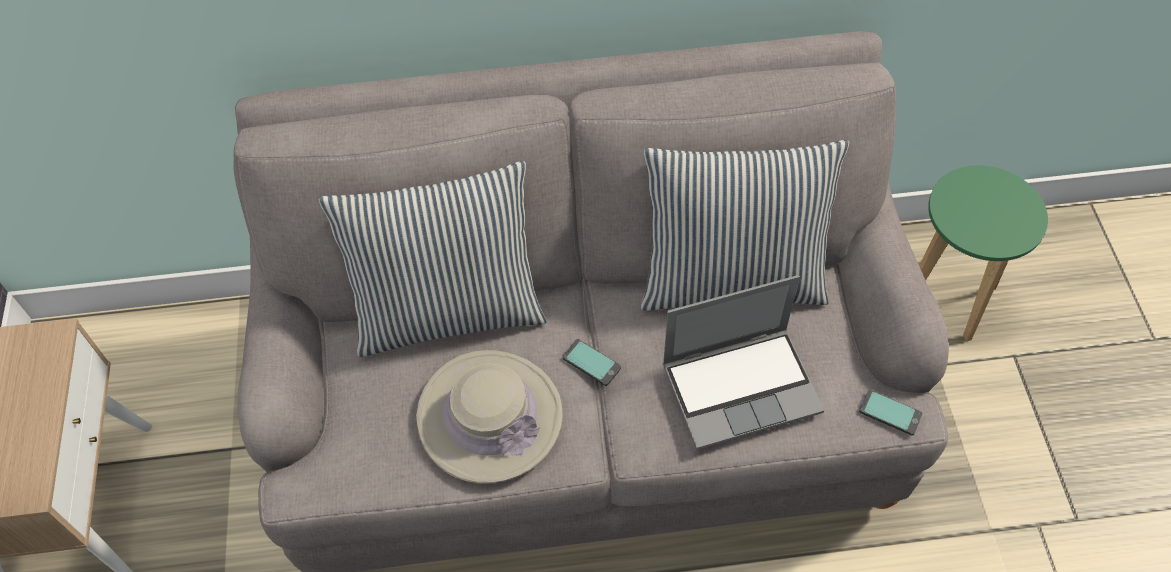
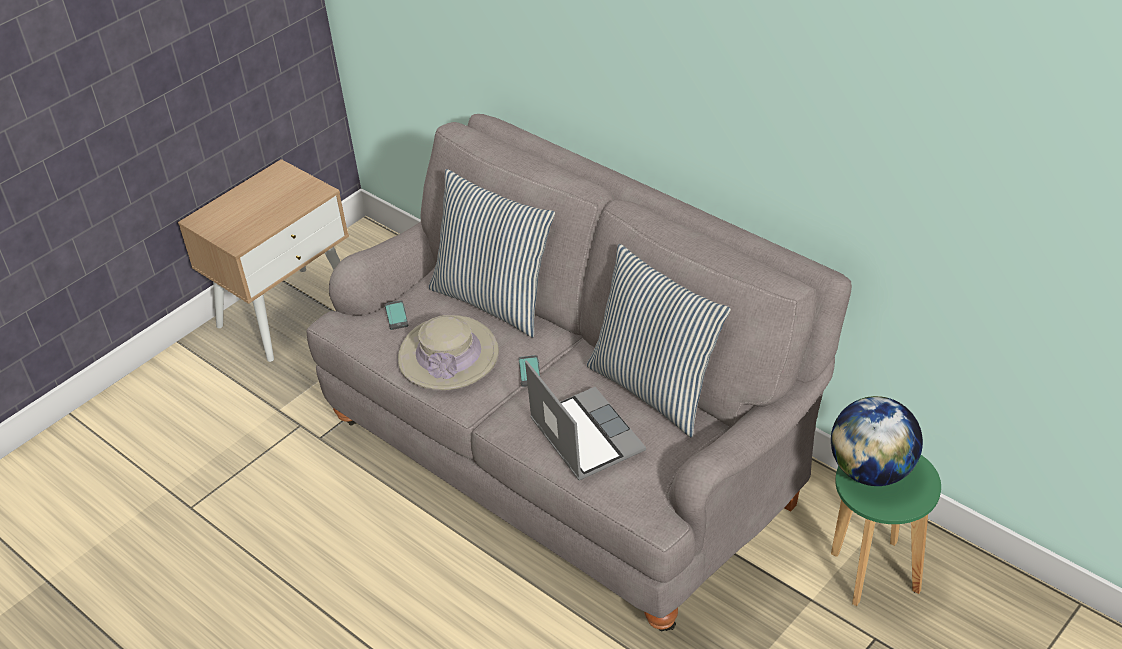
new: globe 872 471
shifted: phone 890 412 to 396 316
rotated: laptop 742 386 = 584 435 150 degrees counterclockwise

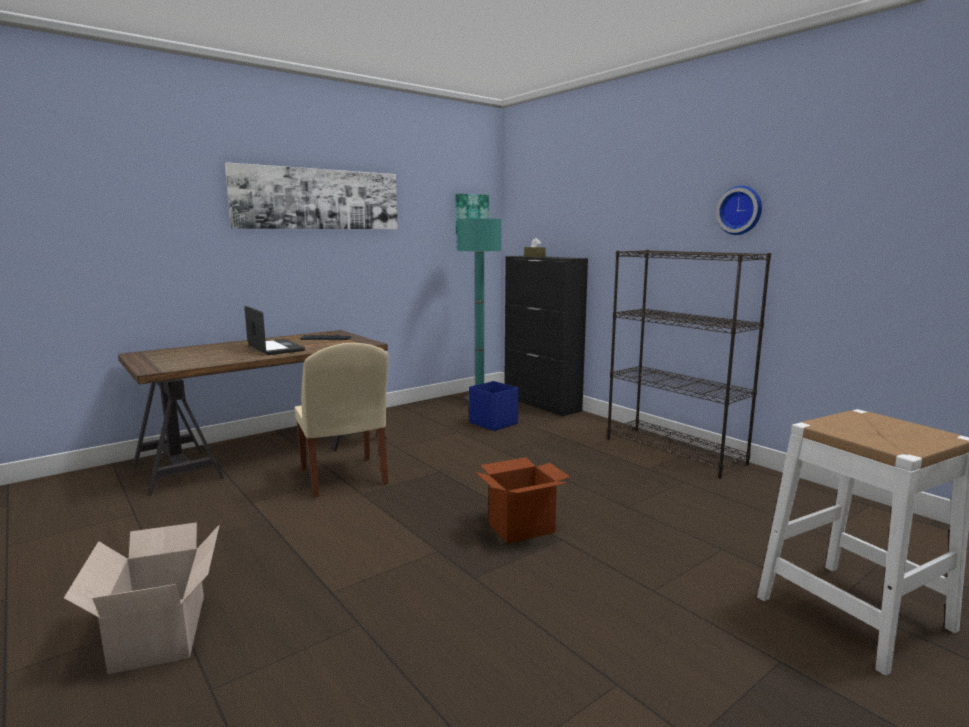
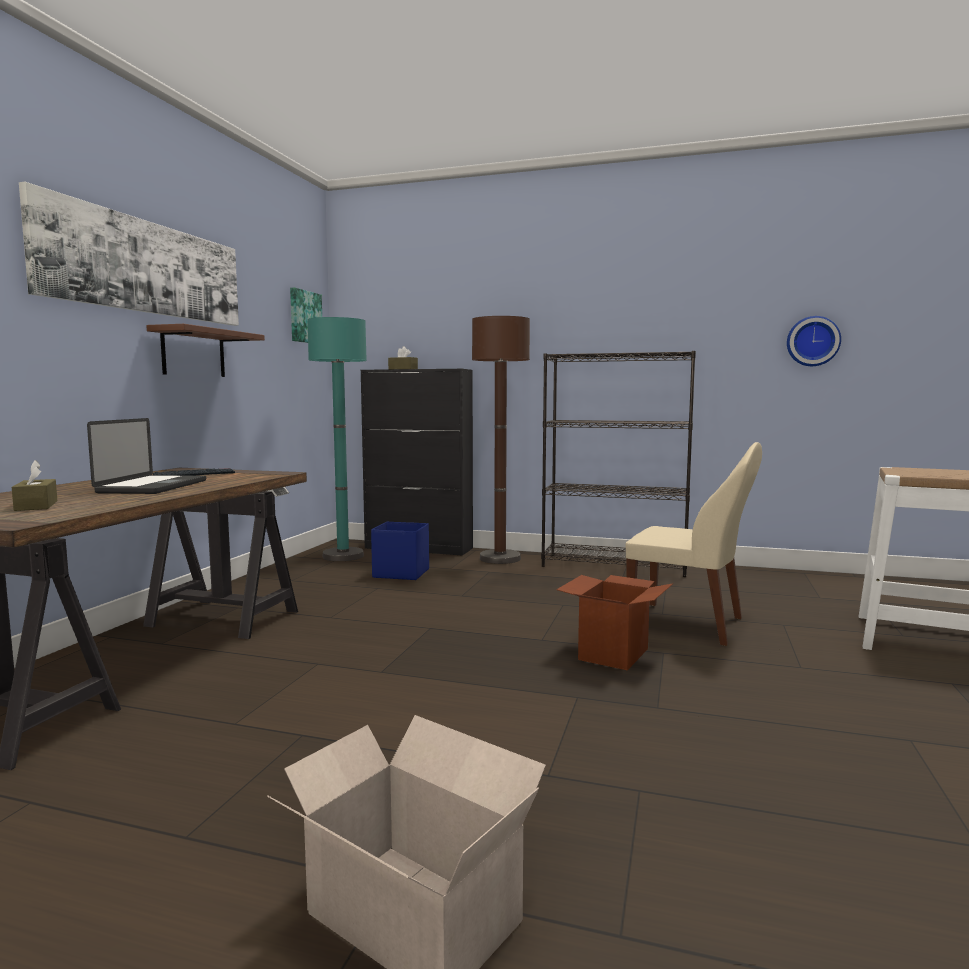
new: brown tissue box 36 506; brown shelf 193 353; brown floor lamp 500 558
shifted: beige chair 344 478 to 689 624; wall clock 740 210 to 812 341
rotated: laptop 275 348 = 153 486 75 degrees clockwise

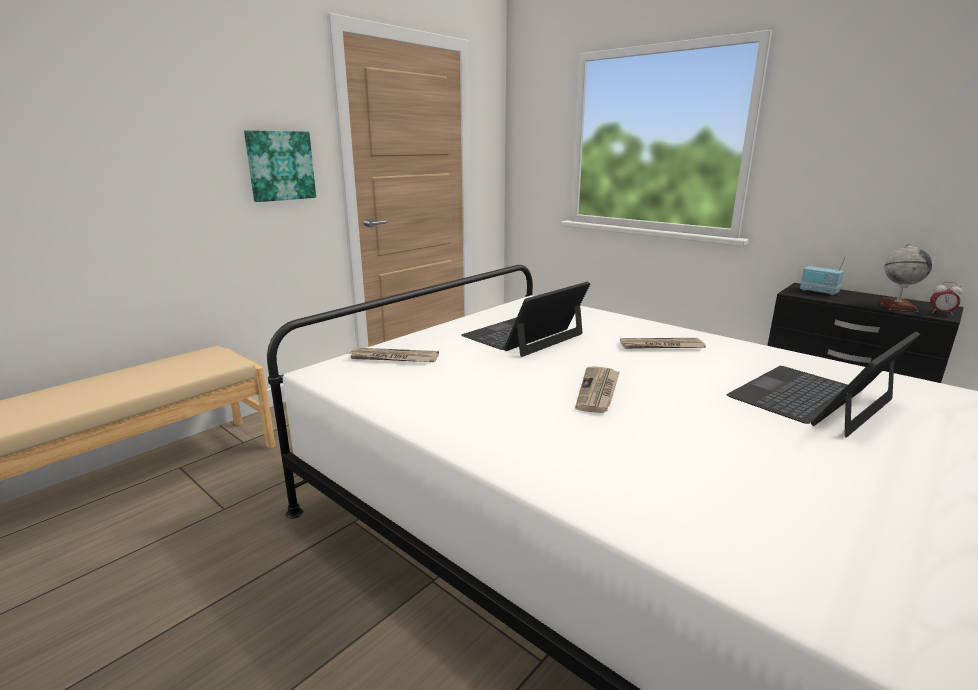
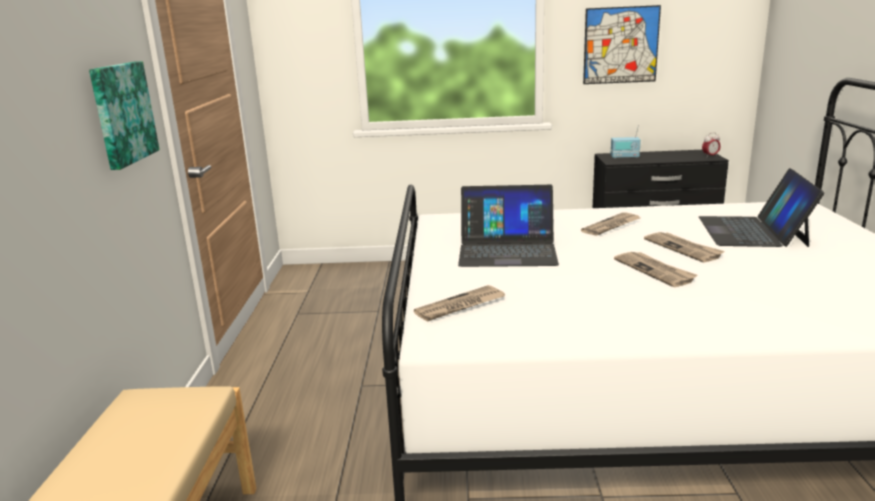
gone: globe 896 306
new: picture 621 45; newspaper 683 248
rotated: laptop 523 335 = 507 250 90 degrees counterclockwise

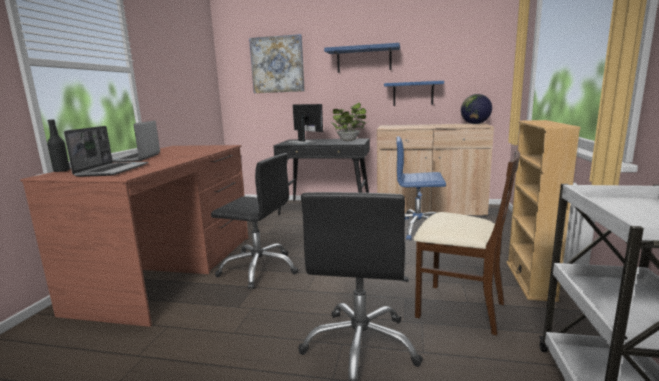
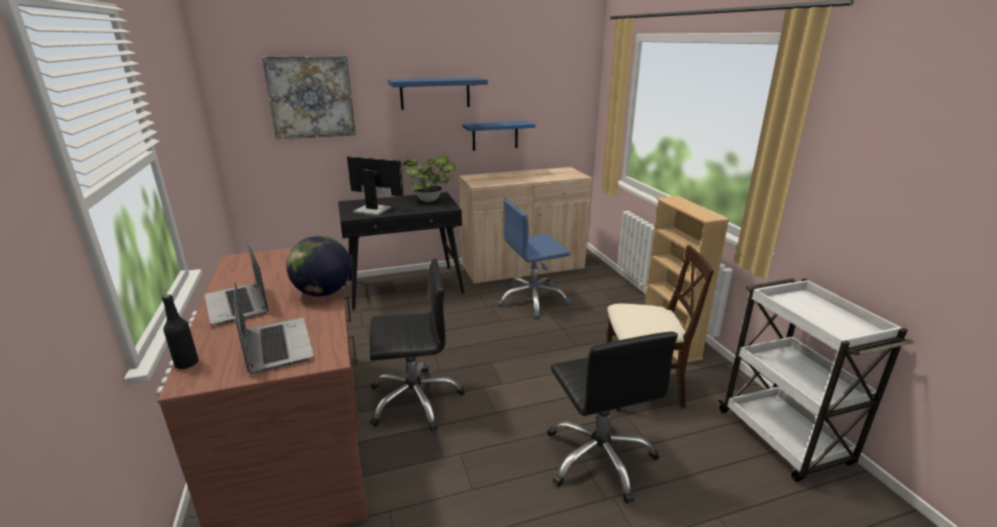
shifted: globe 475 124 to 323 292

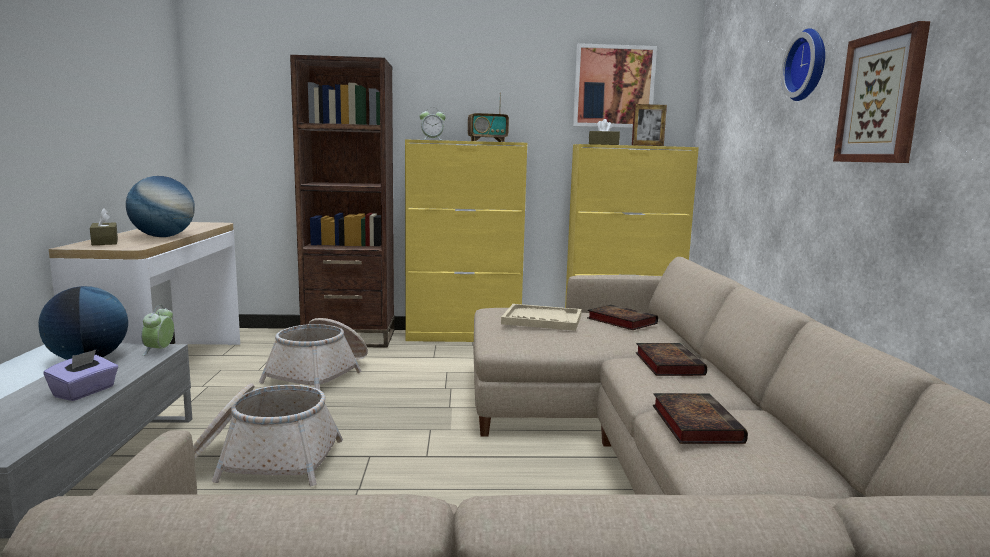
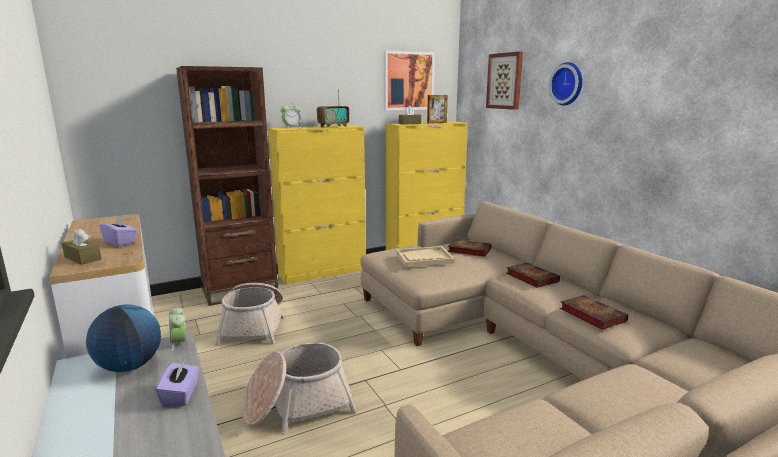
shifted: picture 882 98 to 505 81
swapped: globe 163 237 to purple tissue box 120 242

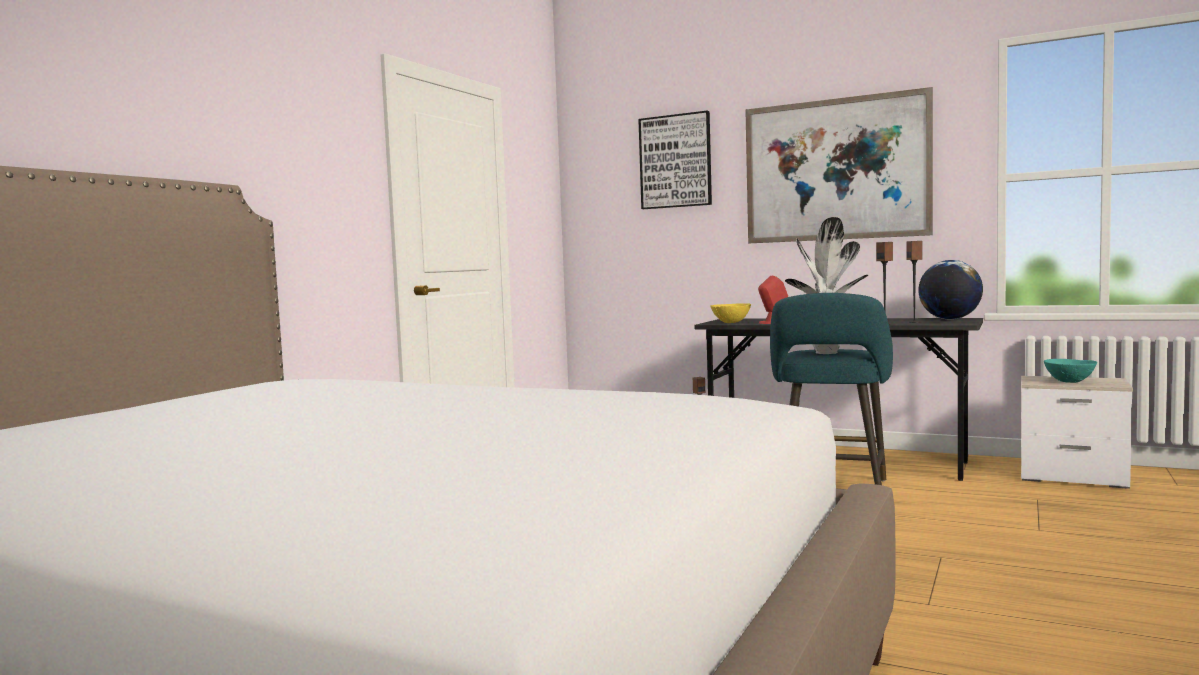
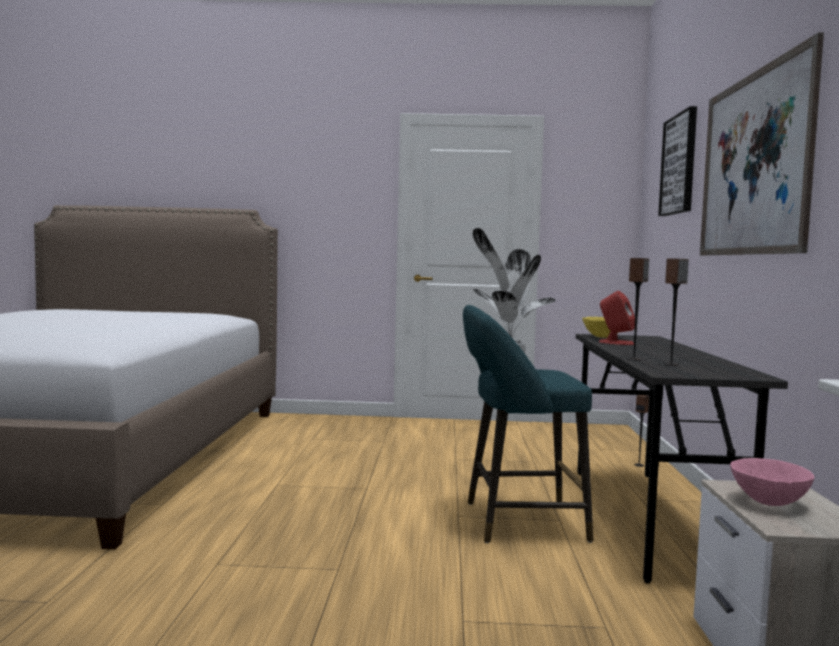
gone: globe 950 319
repainted: turquoise bowl 1069 382 to pink bowl 767 502

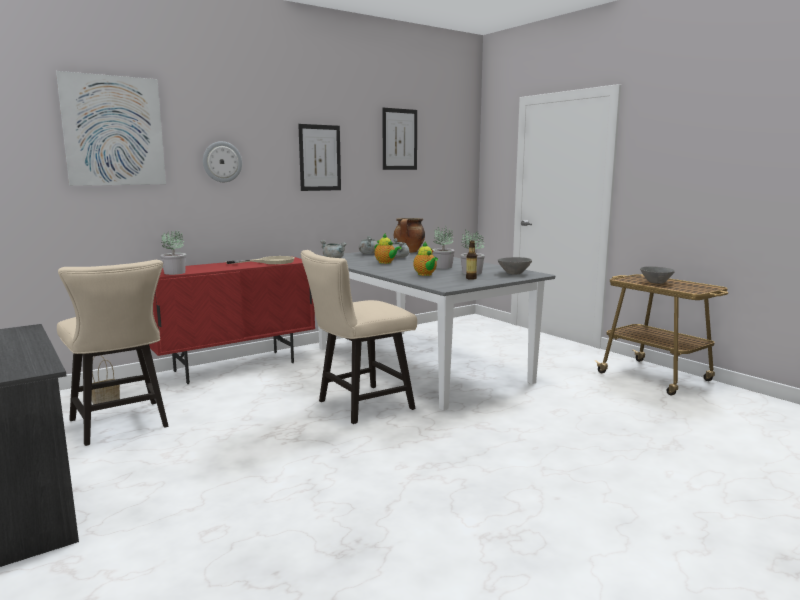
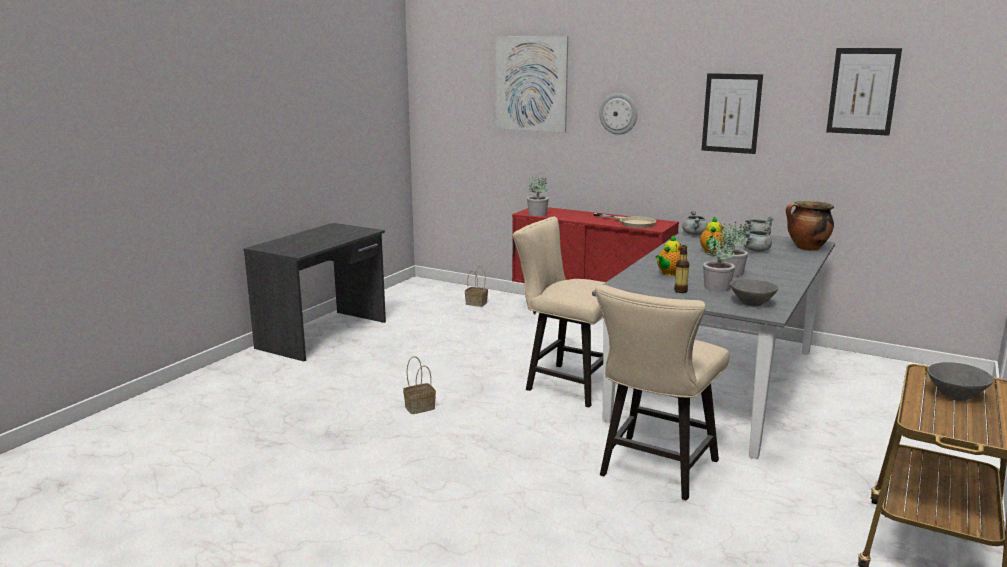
new: basket 419 408
shifted: beige chair 122 425 to 654 471

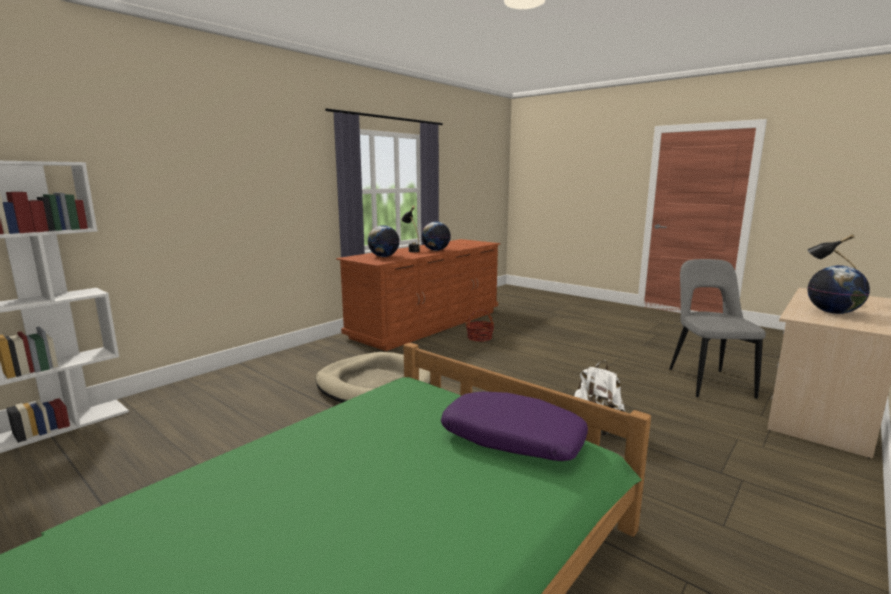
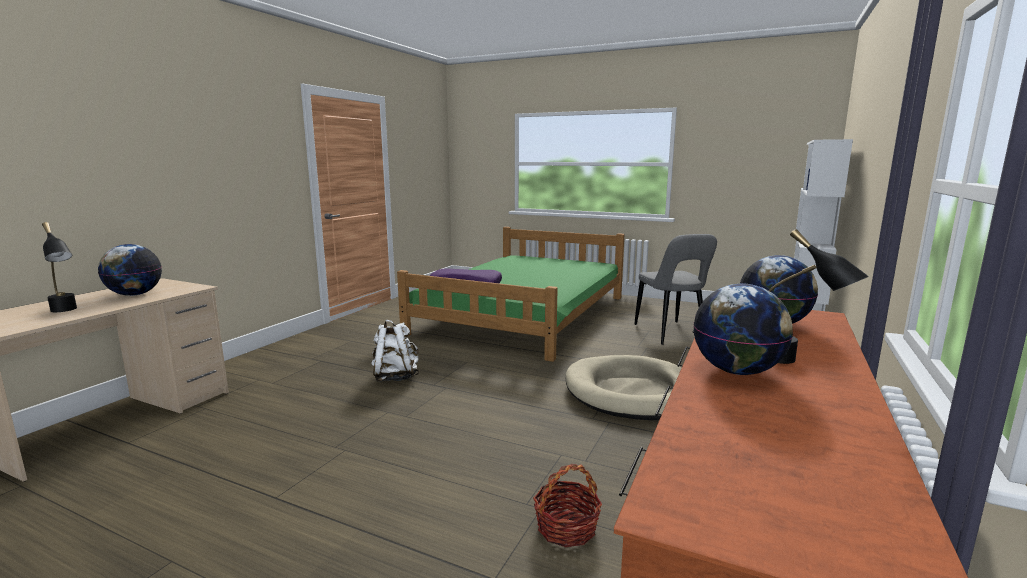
shifted: grey chair 707 382 to 671 334

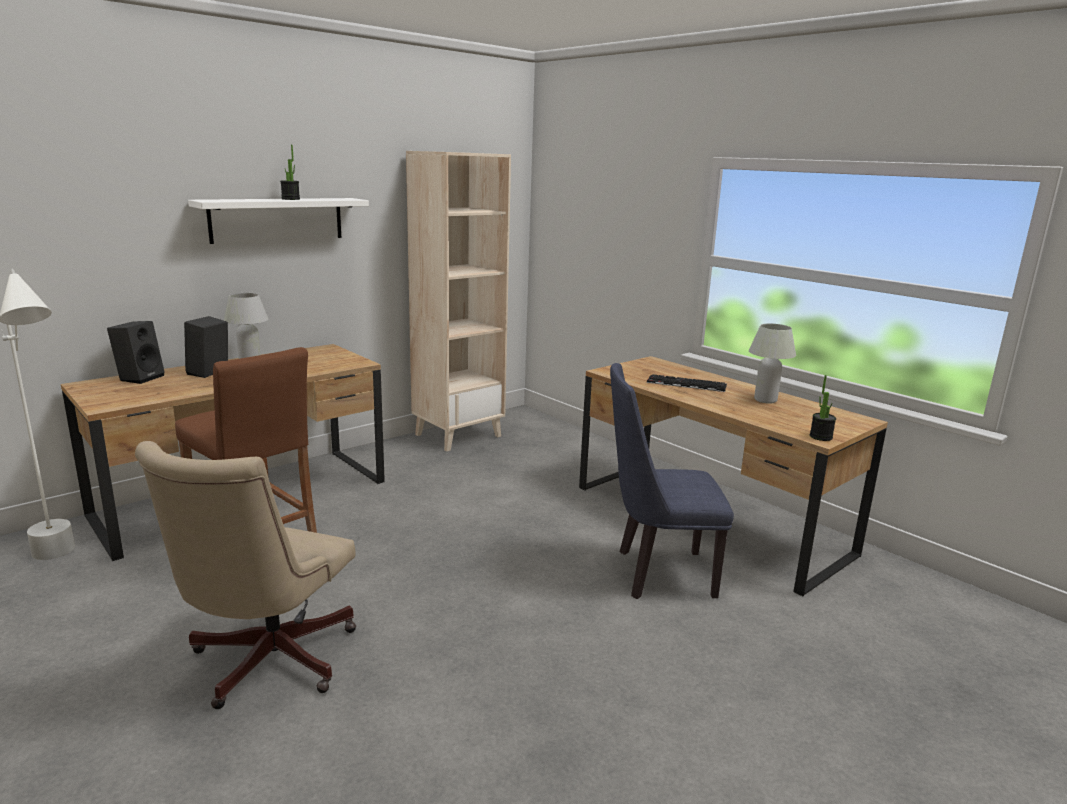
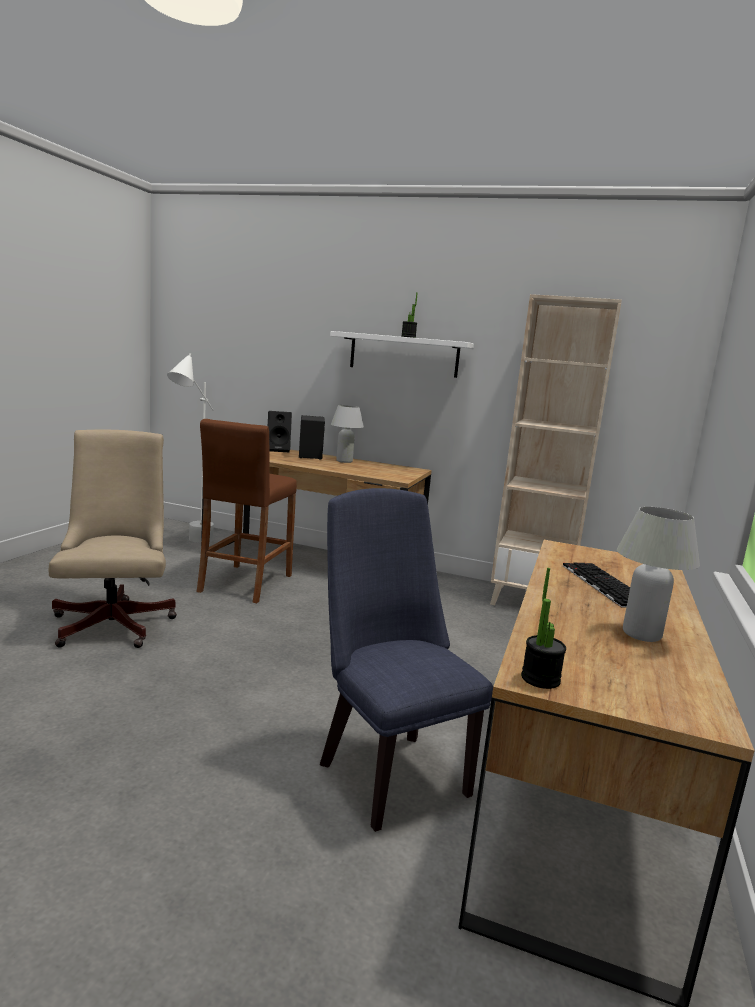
rotated: beige office chair 266 663 = 115 621 90 degrees clockwise

